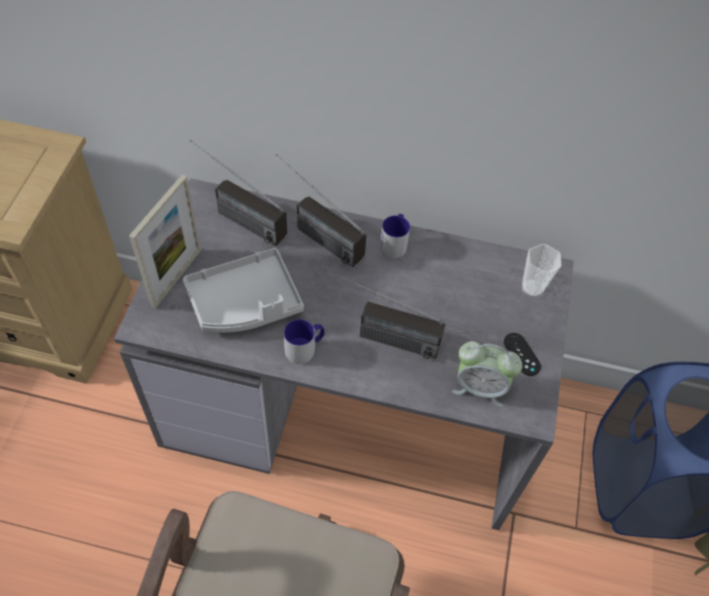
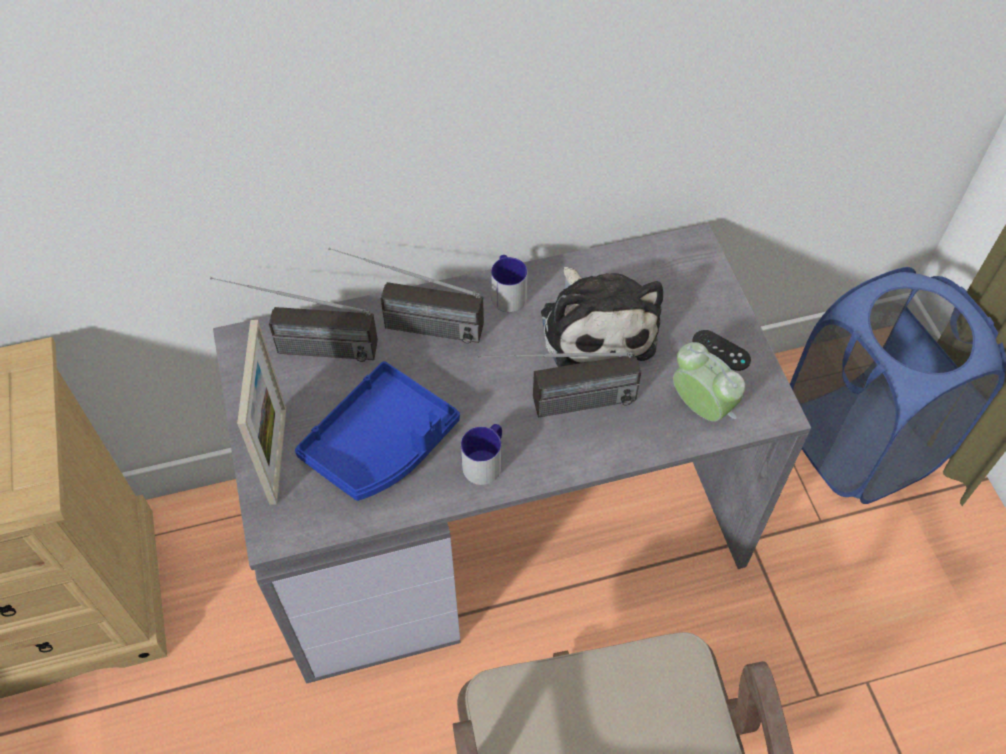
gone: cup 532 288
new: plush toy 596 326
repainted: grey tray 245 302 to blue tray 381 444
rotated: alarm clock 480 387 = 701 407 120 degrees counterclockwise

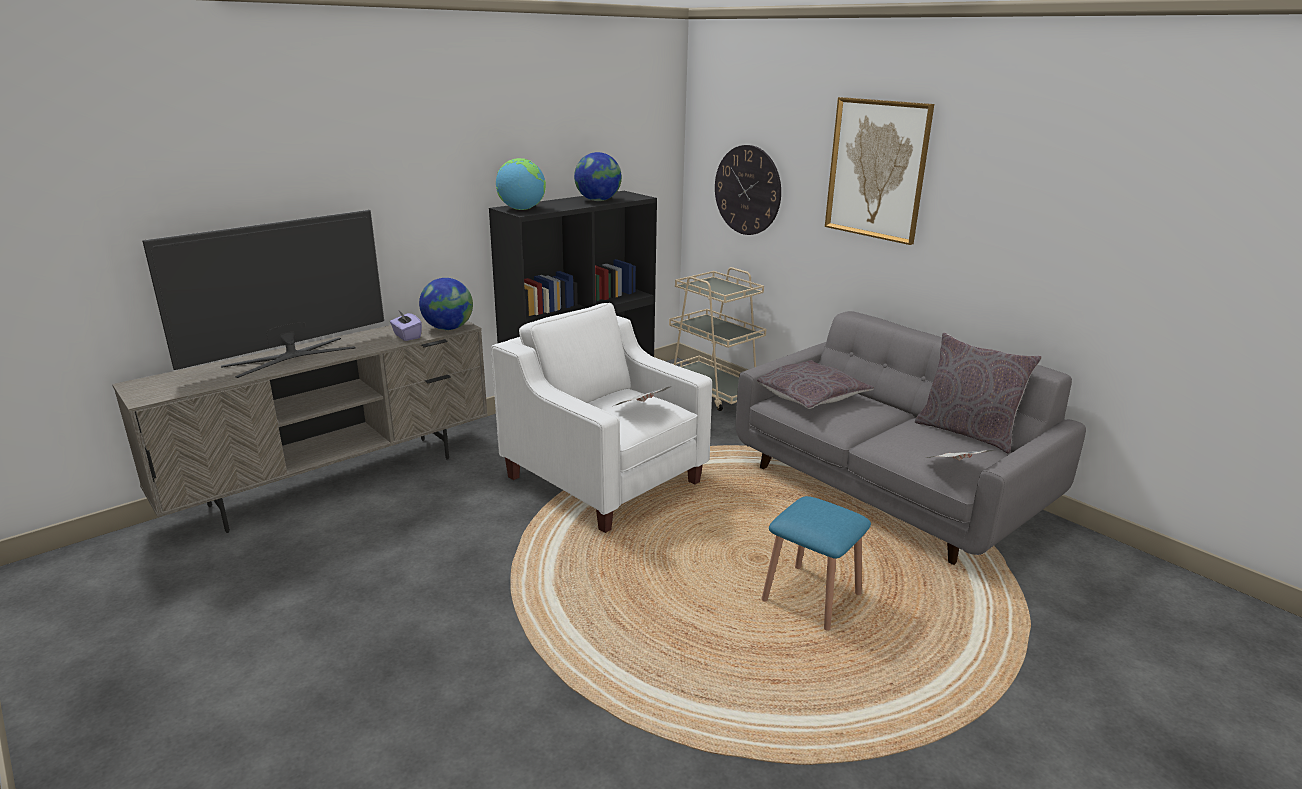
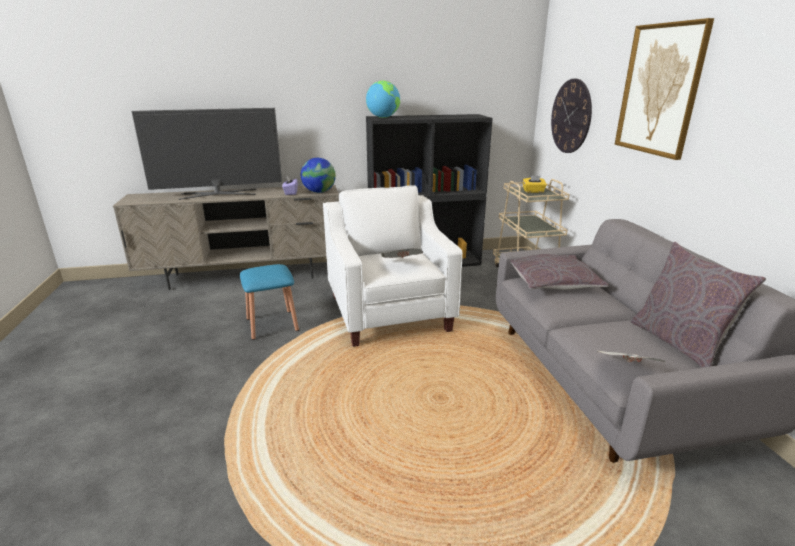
gone: globe 598 200
new: yellow tissue box 533 191
shifted: blue stool 811 597 to 272 324

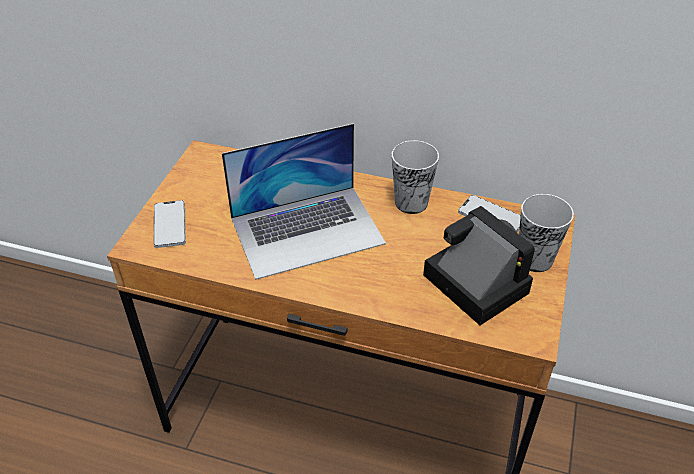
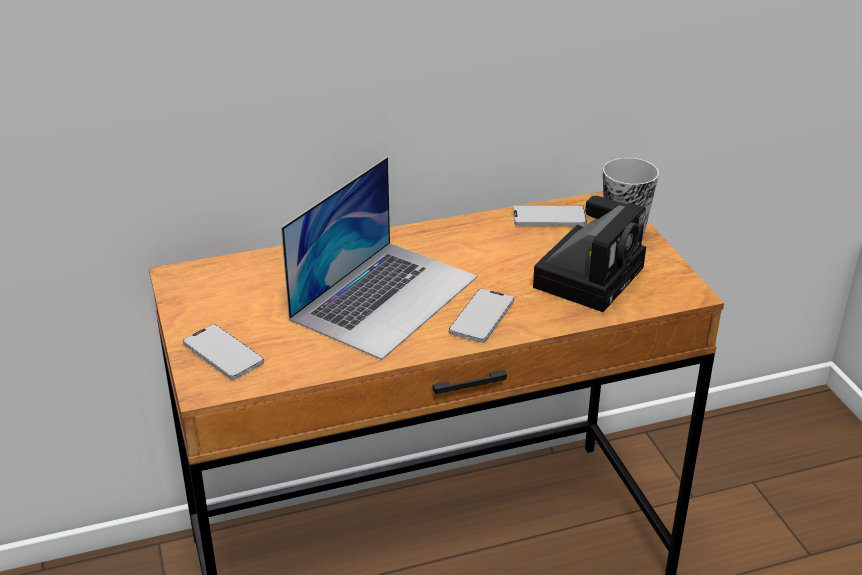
gone: cup 411 202
new: phone 482 317
rotated: photo camera 471 282 = 590 274 105 degrees clockwise

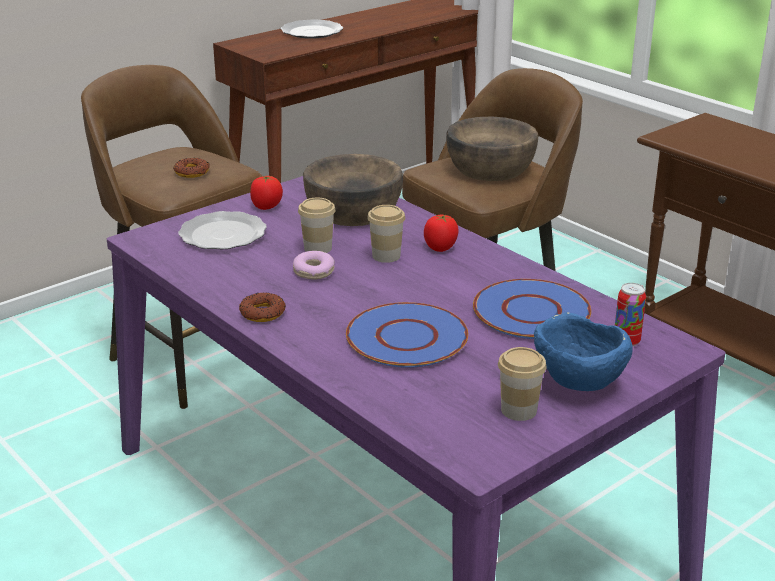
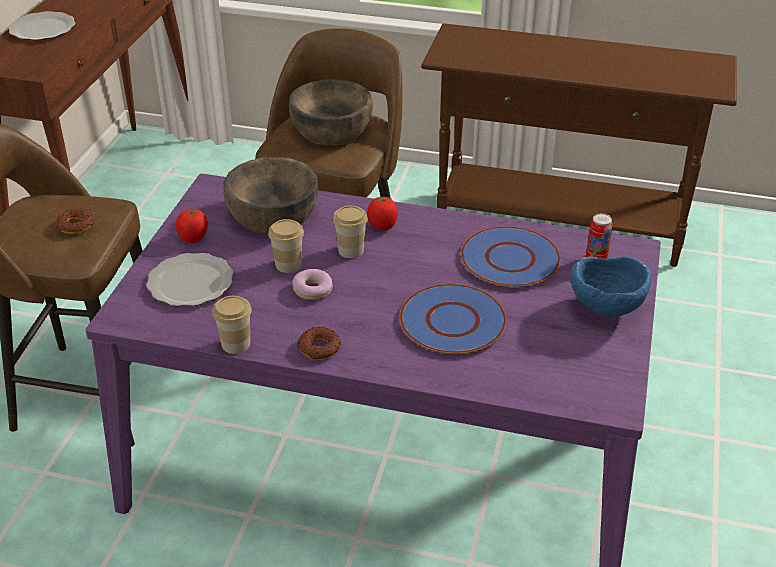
shifted: cup 519 410 to 236 344

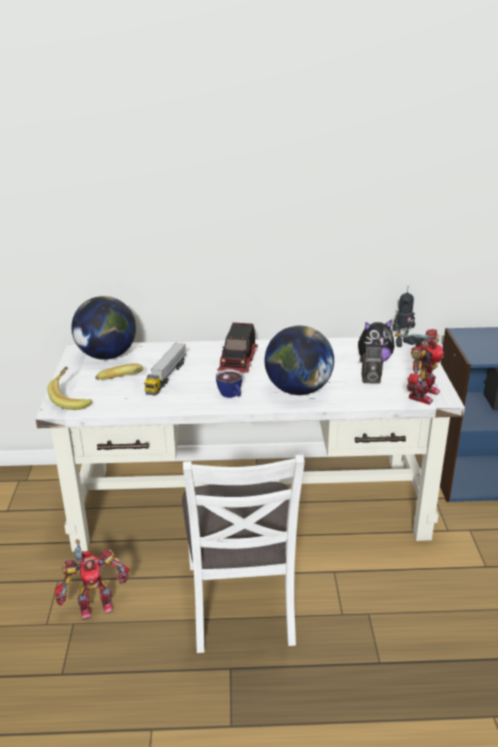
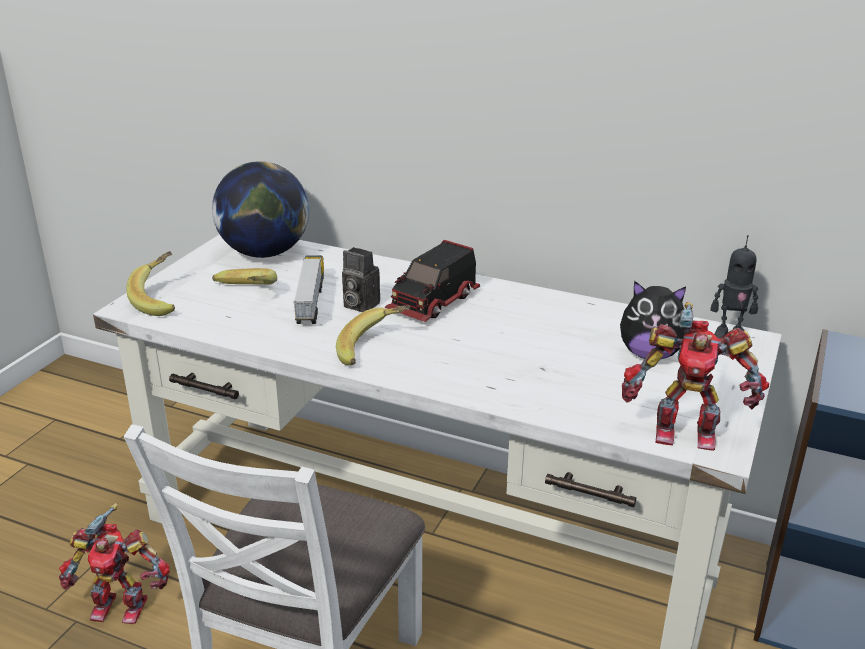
gone: globe 298 390
shifted: photo camera 369 379 to 359 305
swapped: cup 231 395 to banana 374 350
rotated: toy truck 166 377 = 310 300 135 degrees clockwise; toy robot 420 394 = 684 431 45 degrees clockwise

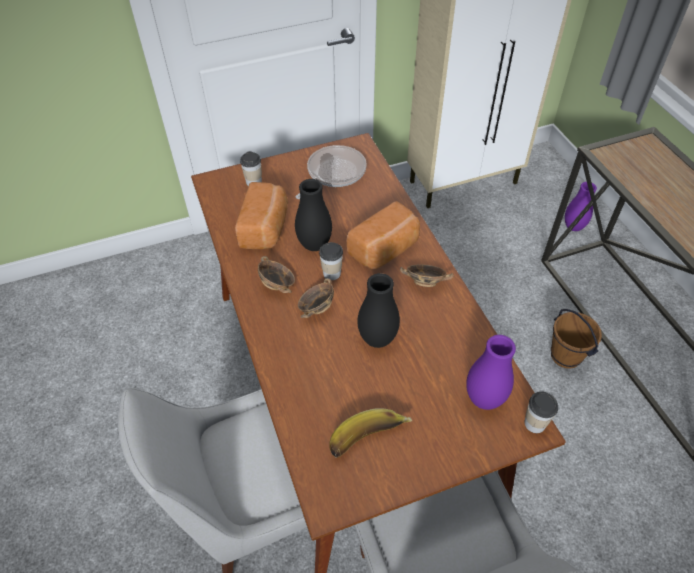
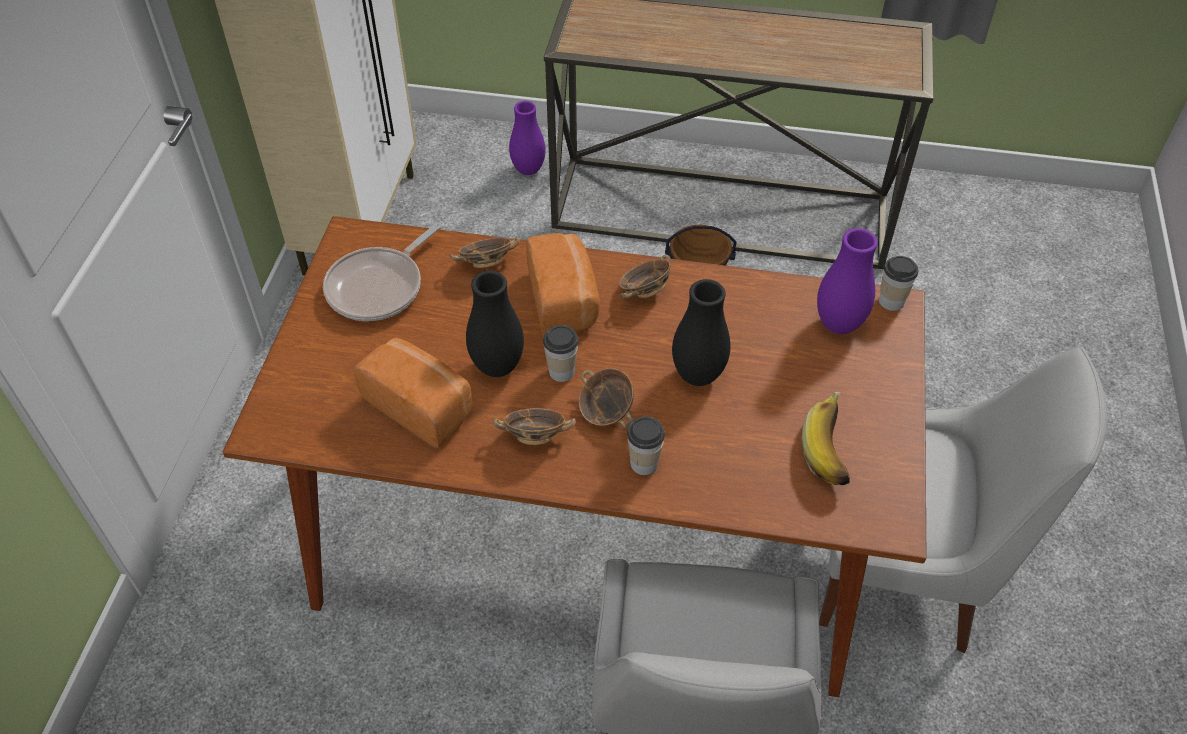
new: bowl 486 262
shifted: cup 254 182 to 644 463
rotated: frying pan 333 173 = 379 287 120 degrees counterclockwise

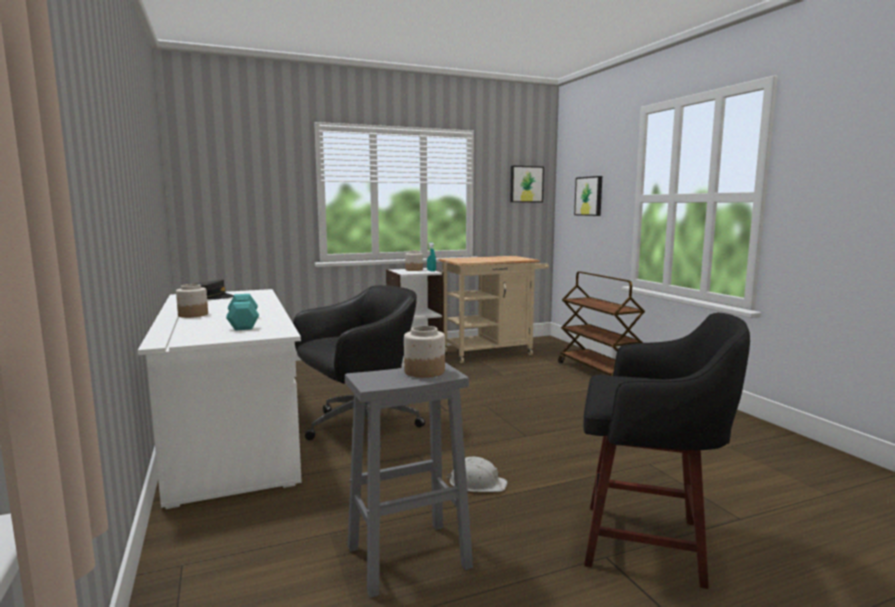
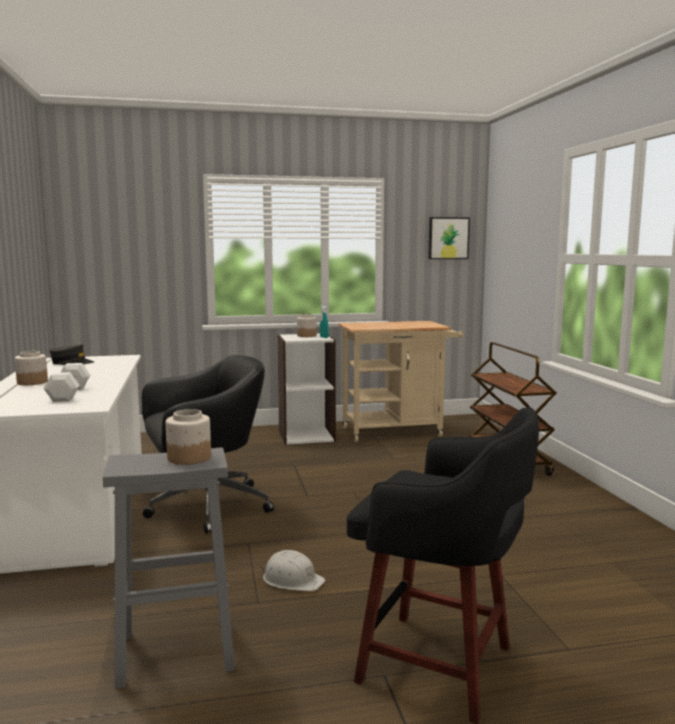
gone: picture 589 196
repainted: turquoise dumbbell 243 323 to white dumbbell 69 394

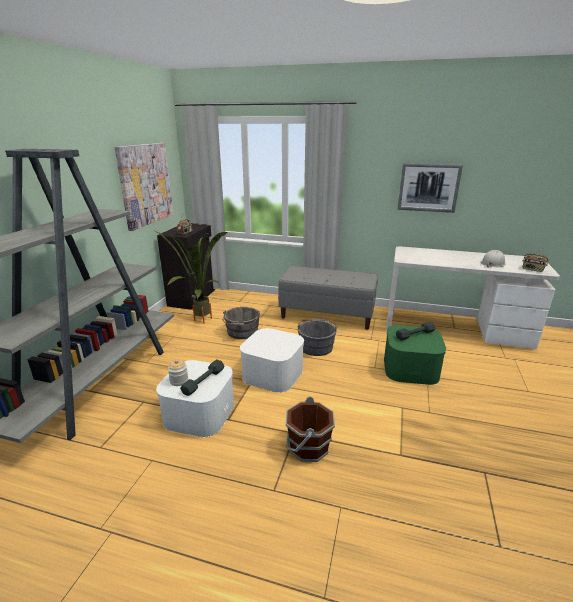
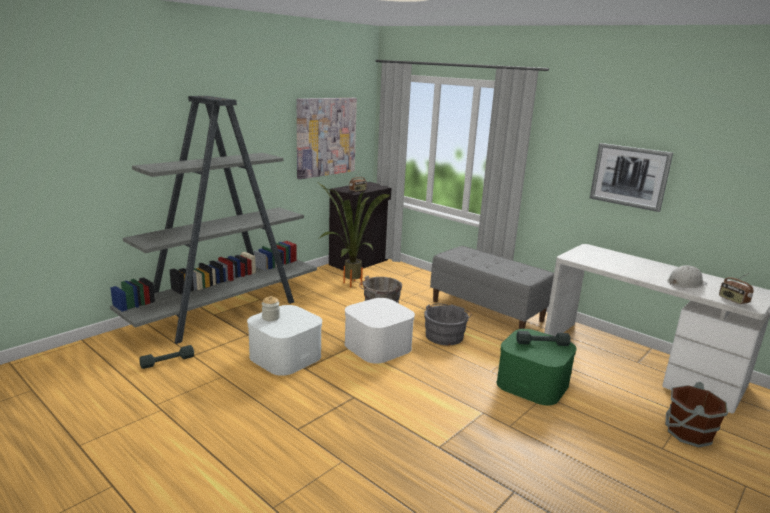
shifted: grey dumbbell 203 381 to 167 361; brown bucket 308 447 to 688 433

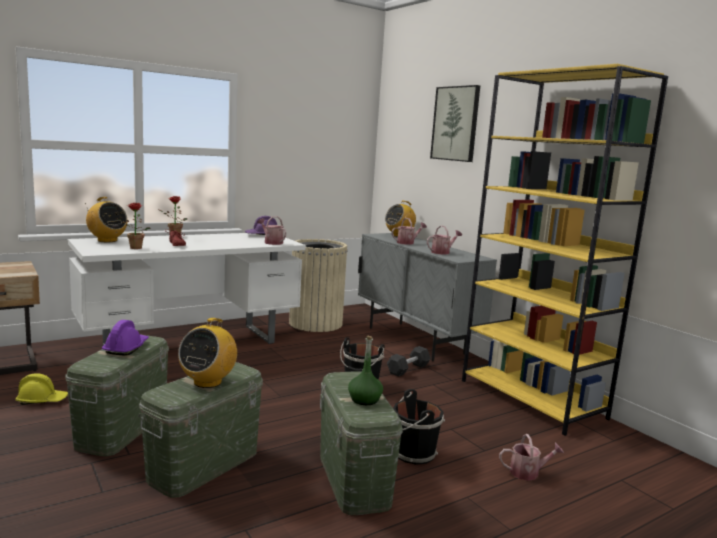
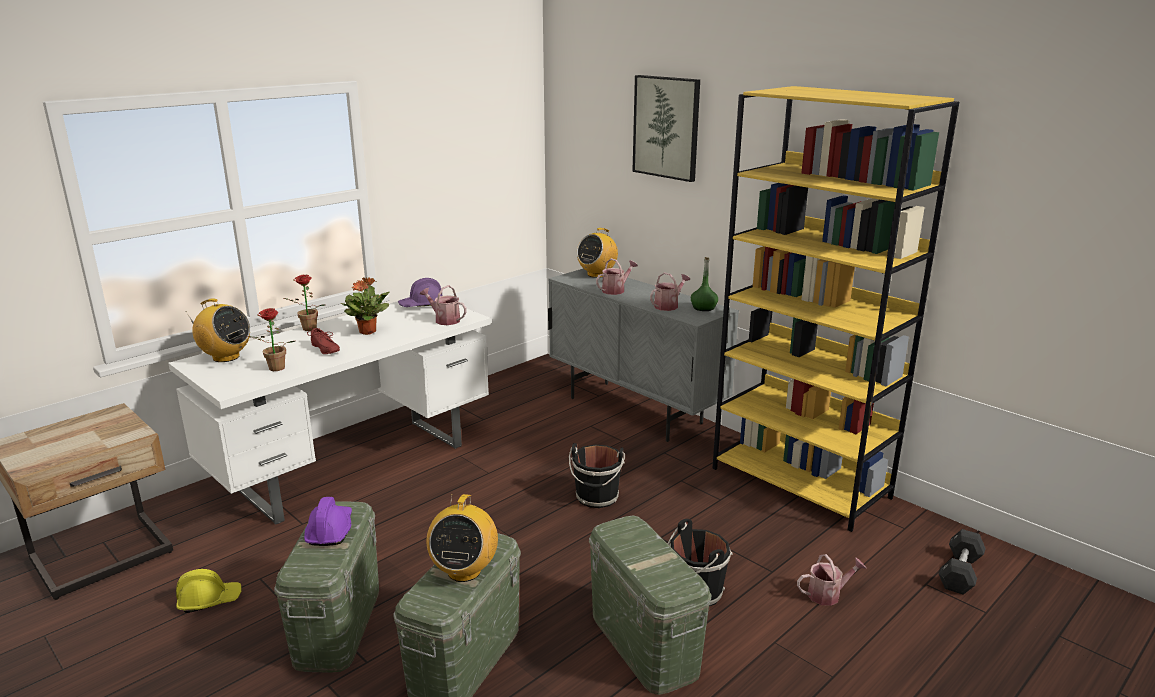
gone: beige trash can 315 323
new: potted plant 368 331
shifted: green bottle 364 399 to 703 308; black dumbbell 408 369 to 960 572

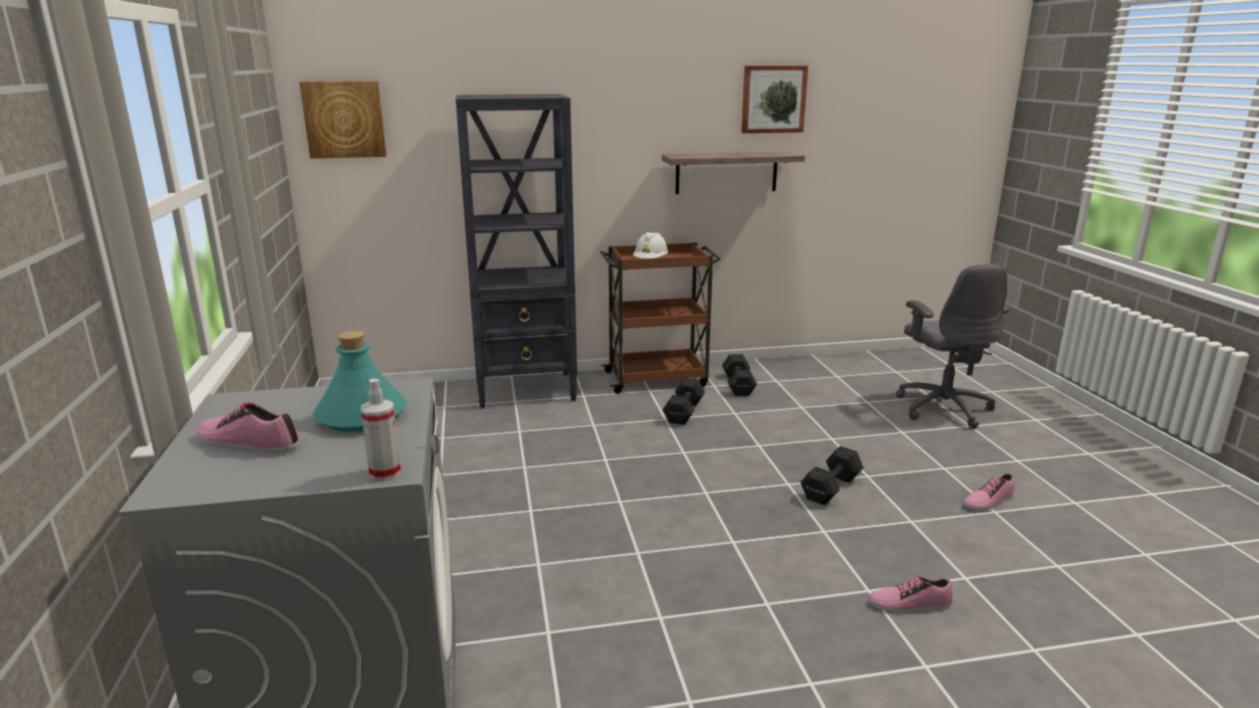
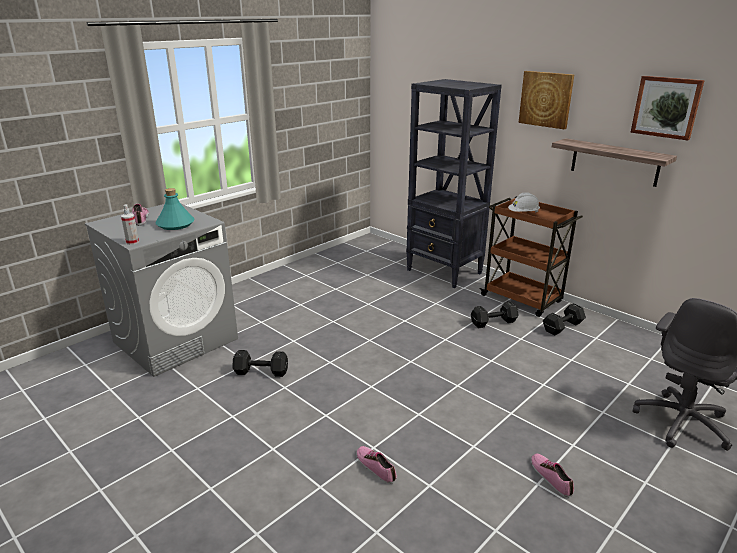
shifted: picture 344 119 to 546 99; black dumbbell 829 489 to 260 371
rotated: shoe 988 500 = 551 477 45 degrees clockwise

